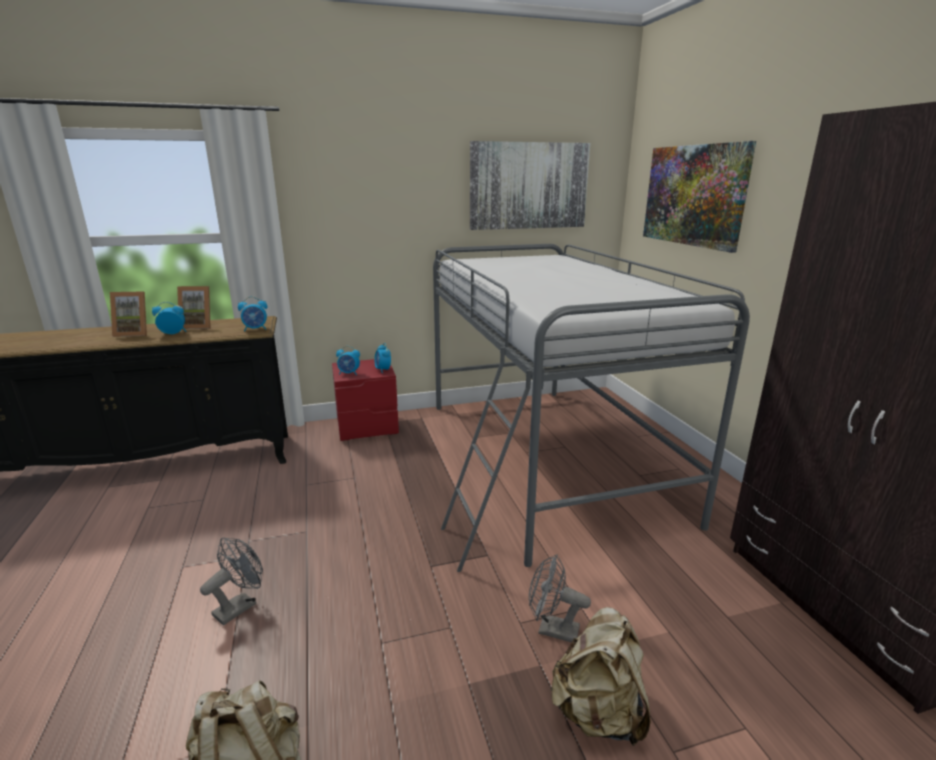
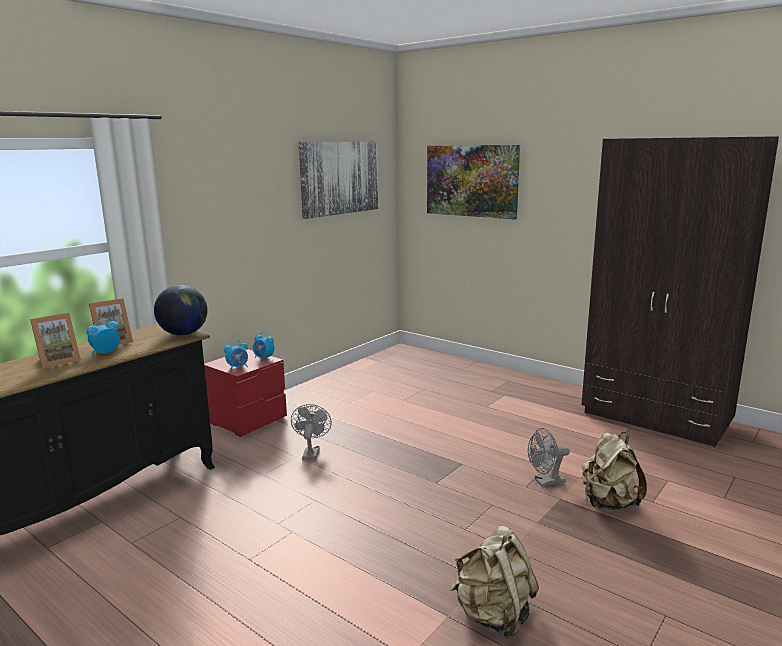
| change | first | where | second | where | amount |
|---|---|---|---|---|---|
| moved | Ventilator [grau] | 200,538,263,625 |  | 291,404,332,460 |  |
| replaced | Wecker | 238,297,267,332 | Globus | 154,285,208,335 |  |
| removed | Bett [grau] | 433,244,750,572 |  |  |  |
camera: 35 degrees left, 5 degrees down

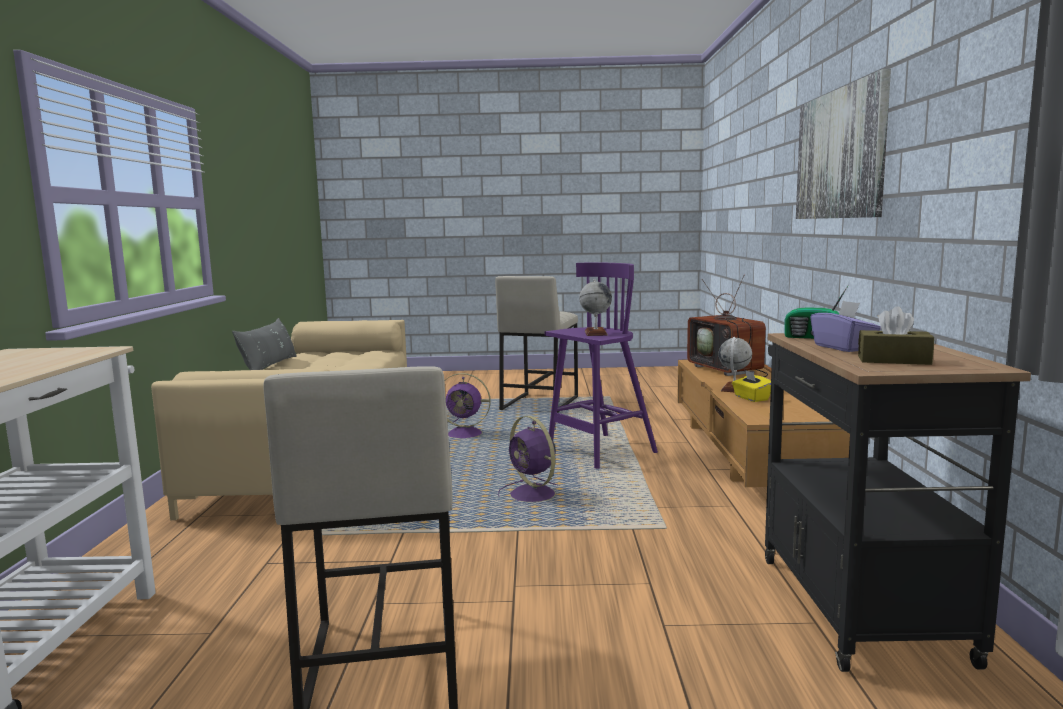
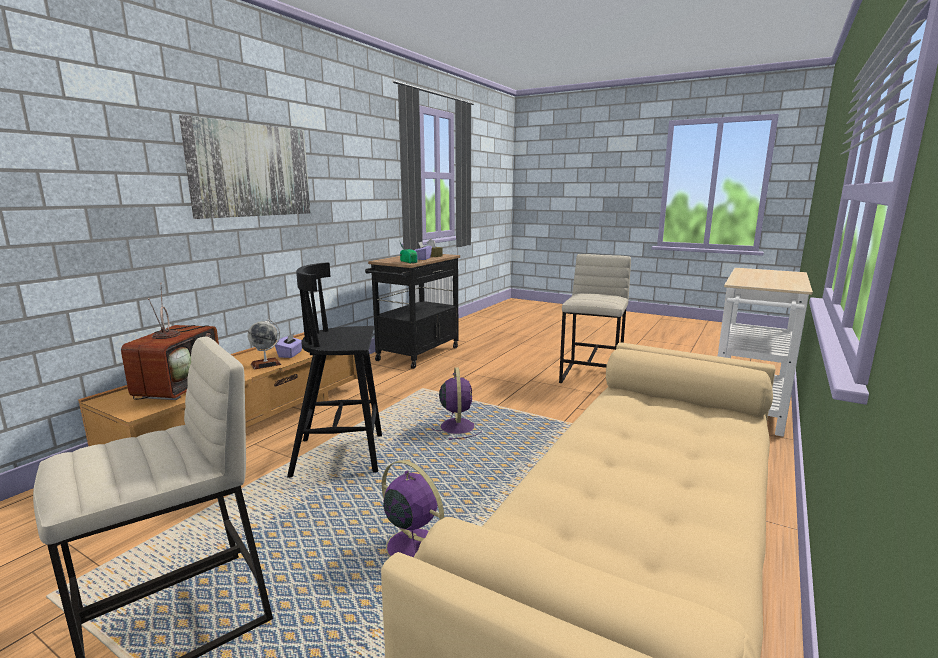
| change | first | where | second | where | amount |
|---|---|---|---|---|---|
| removed | Kissen [grau] | 232,318,297,370 |  |  |  |
| recoloured | Hocker [lila] | 545,263,658,469 | Hocker [schwarz] | 287,263,382,478 |  |
| removed | Globus | 579,279,612,336 |  |  |  |
| recoloured | Taschentuchbox [gelb] | 732,370,771,402 | Taschentuchbox [lila] | 275,333,302,358 |  |
camera: 150 degrees left, 5 degrees up

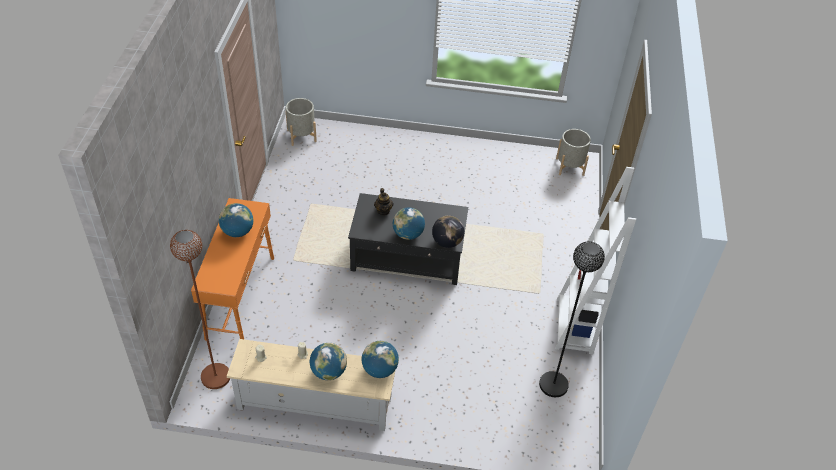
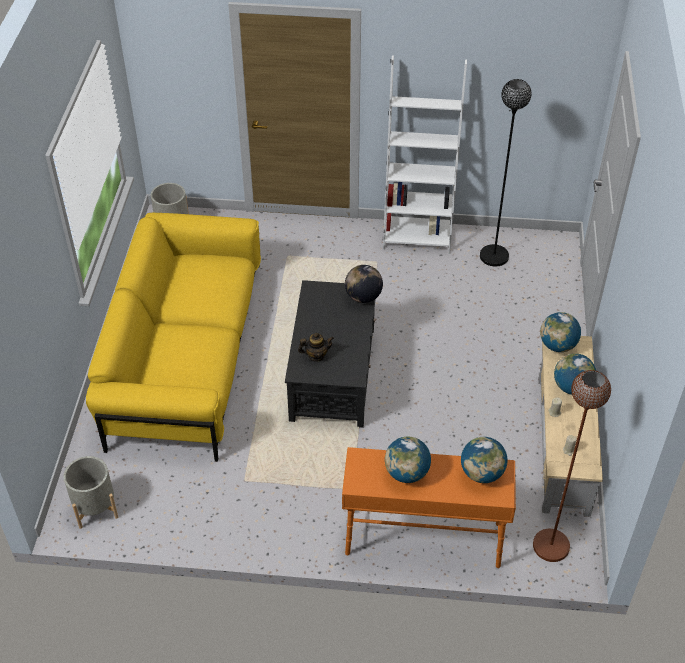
| change | first | where | second | where | amount |
|---|---|---|---|---|---|
| moved | Globus | 393,207,425,240 |  | 461,437,508,483 |  |
| added |  |  | Sofa [gelb] | 86,213,261,462 |  |
camera: 90 degrees left, 0 degrees up

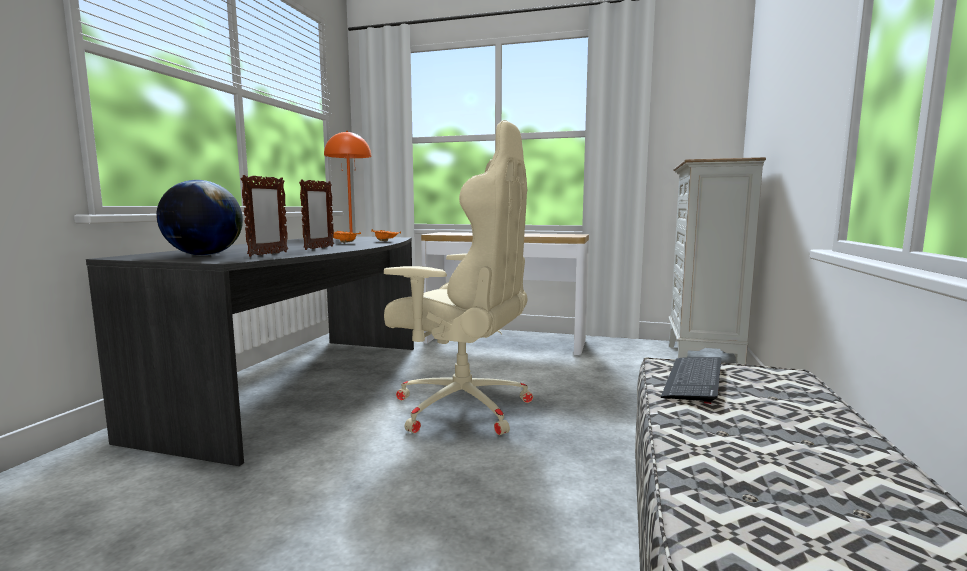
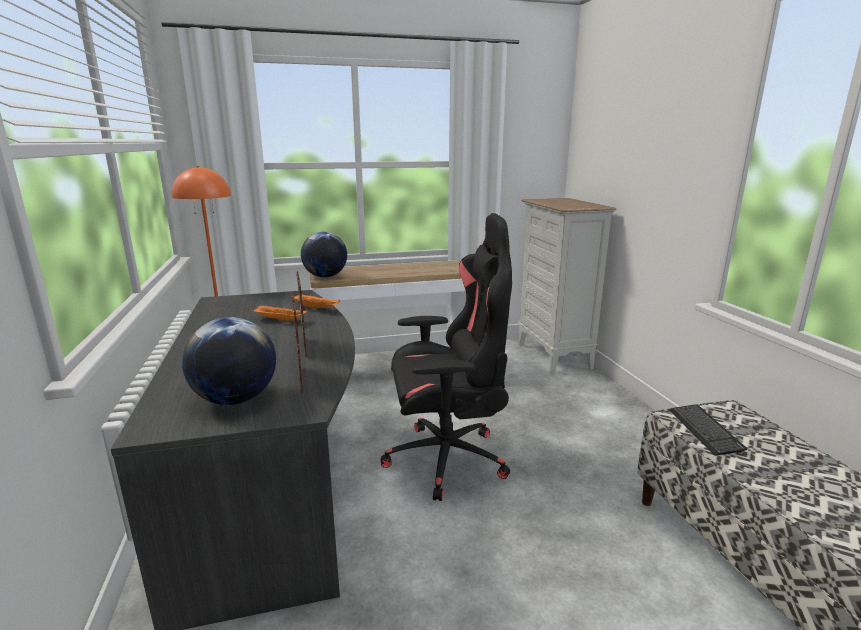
| change | first | where | second | where | amount |
|---|---|---|---|---|---|
| recoloured | Bürostuhl [beige] | 384,120,533,435 | Bürostuhl [schwarz] | 380,213,512,501 |  |
| added |  |  | Globus | 301,232,347,278 |  |
camera: 30 degrees left, 10 degrees up

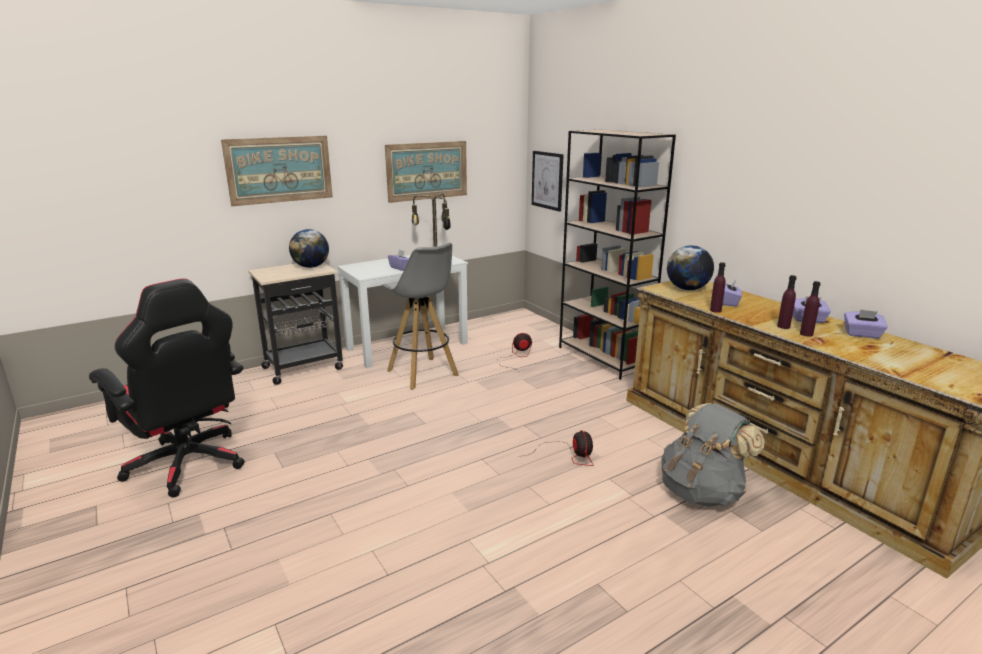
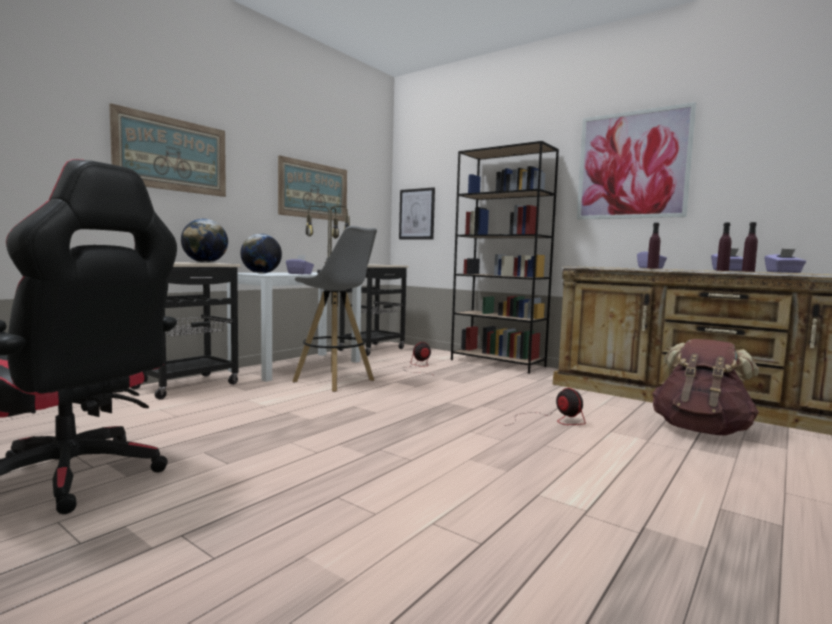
| change | first | where | second | where | amount |
|---|---|---|---|---|---|
| recoloured | Rucksack [grau] | 661,403,765,507 | Rucksack [braun] | 652,339,759,436 |  |
| moved | Globus | 667,245,714,290 |  | 241,234,282,273 |  |
| added |  |  | Rollwagen | 338,264,408,356 |  |
| added |  |  | Bild | 577,102,696,220 |  |
camera: 20 degrees left, 15 degrees down

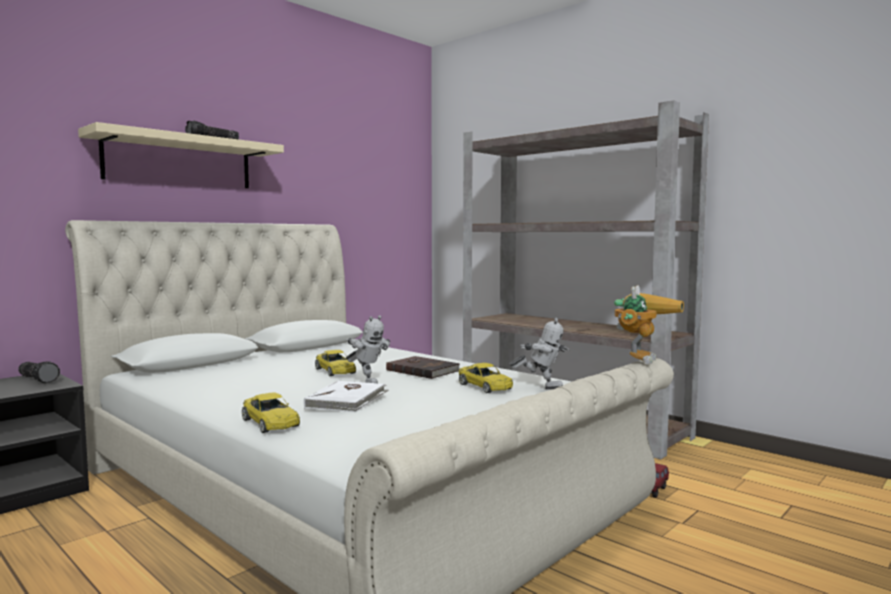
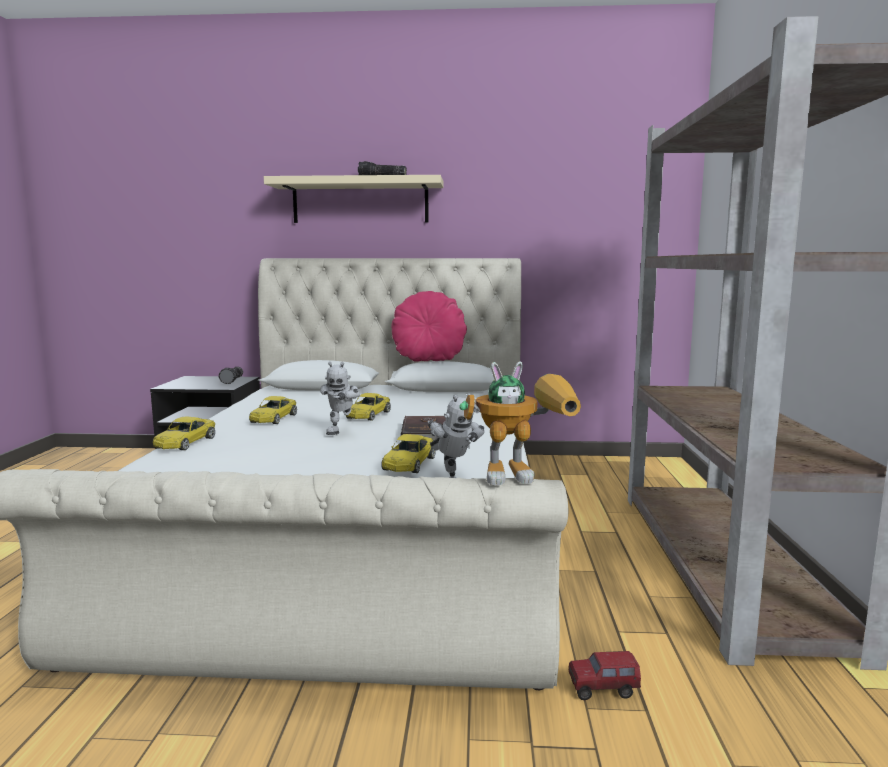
| change | first | where | second | where | amount |
|---|---|---|---|---|---|
| removed | Buch [weiß] | 303,381,389,412 |  |  |  |
| added |  |  | Spielzeugauto [gelb] | 249,396,297,424 |  |
| added |  |  | Kissen [rosa] | 391,291,467,362 |  |
camera: 50 degrees right, 5 degrees up

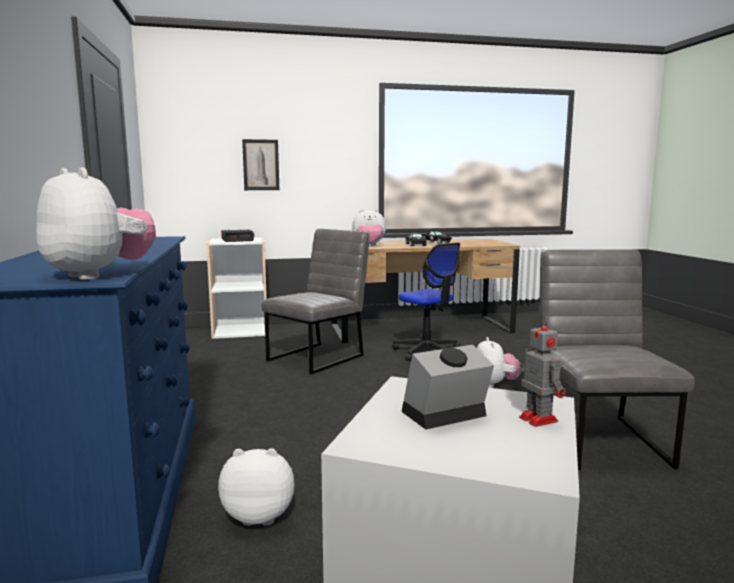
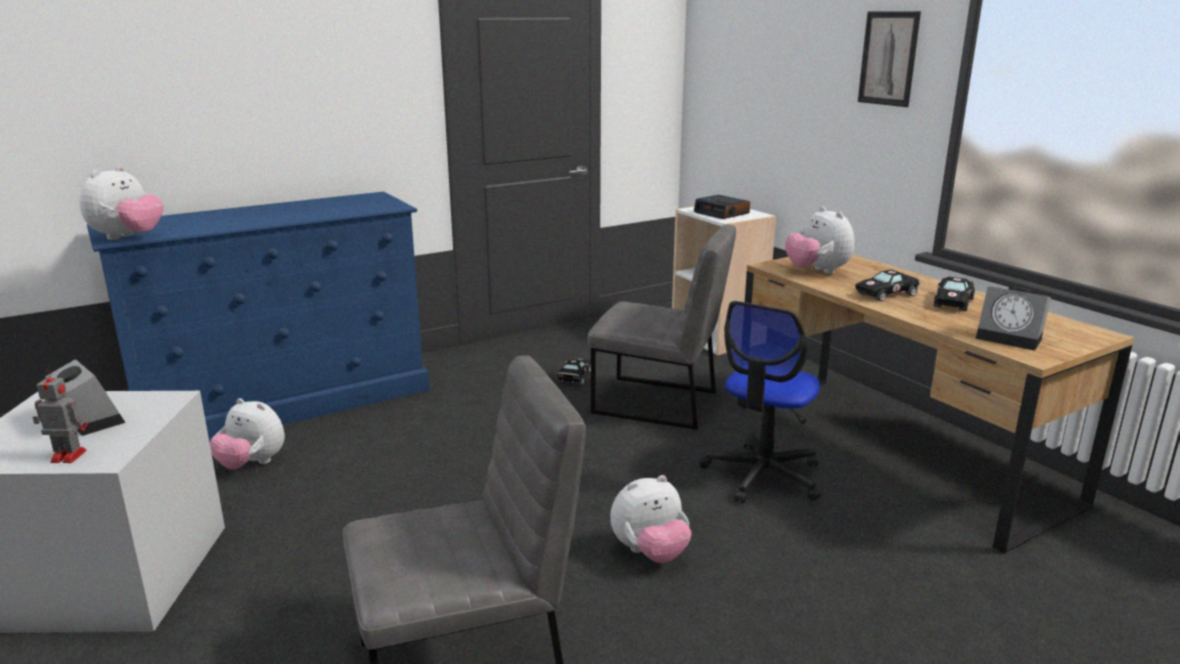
| change | first | where | second | where | amount |
|---|---|---|---|---|---|
| turned | Plüschtier | 218,448,295,526 |  | 210,398,285,470 | 135 degrees clockwise |
| moved | Bild | 242,139,279,190 |  | 858,11,921,107 |  |
| turned | Spielzeugroboter | 519,317,566,427 |  | 32,370,87,463 | 135 degrees counterclockwise |
| added |  |  | Spielzeugauto [schwarz] | 557,358,591,385 |  |
| added |  |  | Wecker | 976,286,1051,350 |  |
camera: 70 degrees right, 10 degrees up

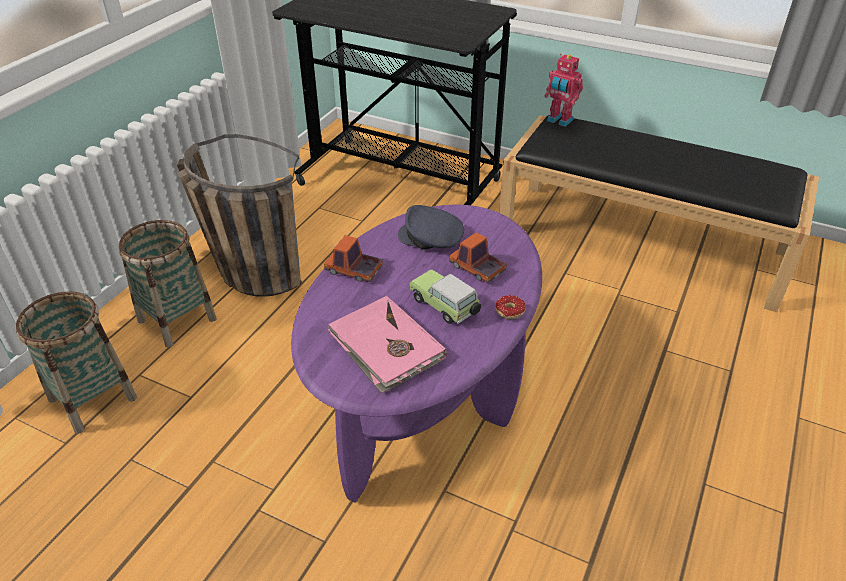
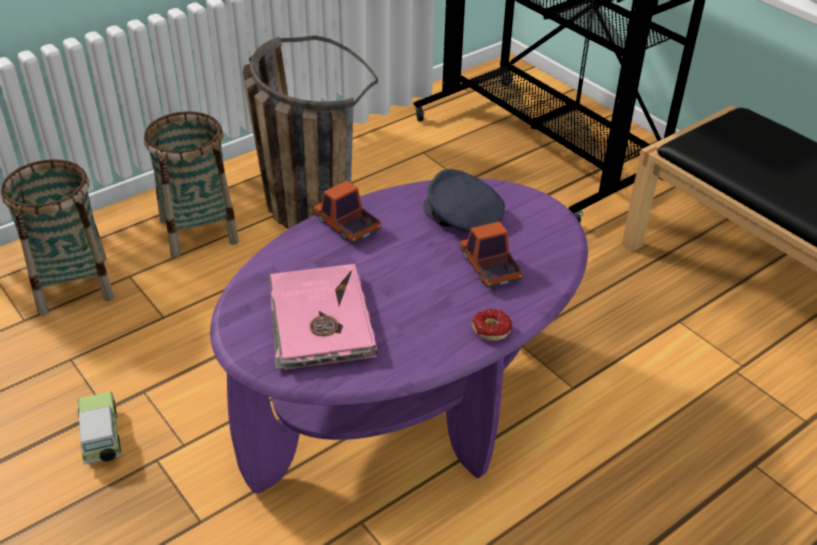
| change | first | where | second | where | amount |
|---|---|---|---|---|---|
| moved | Spielzeugauto | 410,269,481,324 |  | 76,392,121,464 |  |
| removed | Spielzeugroboter | 544,54,583,127 |  |  |  |
camera: 25 degrees right, 0 degrees up

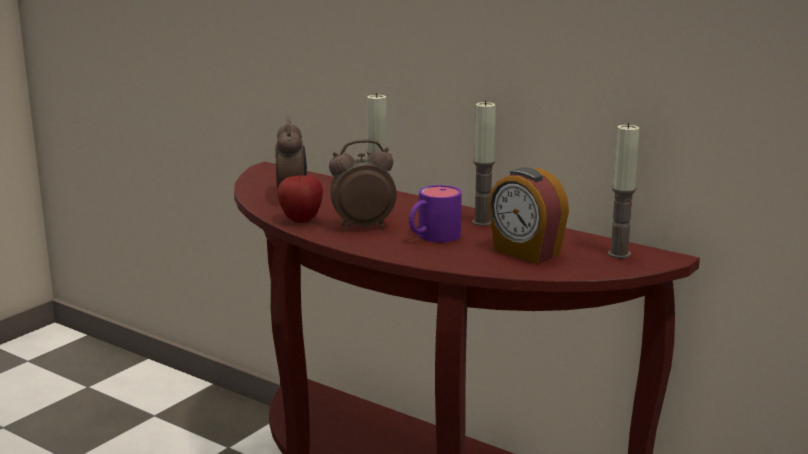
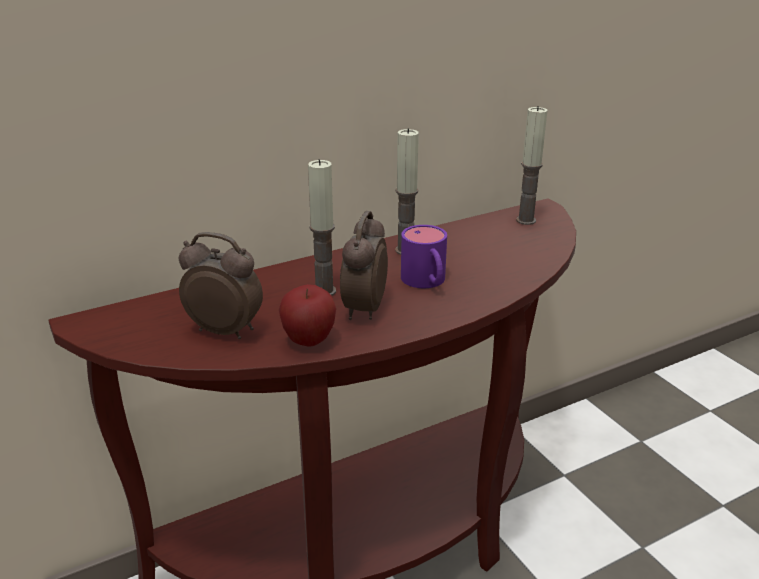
| change | first | where | second | where | amount |
|---|---|---|---|---|---|
| removed | Wecker | 488,167,569,264 |  |  |  |
camera: 65 degrees left, 10 degrees up

